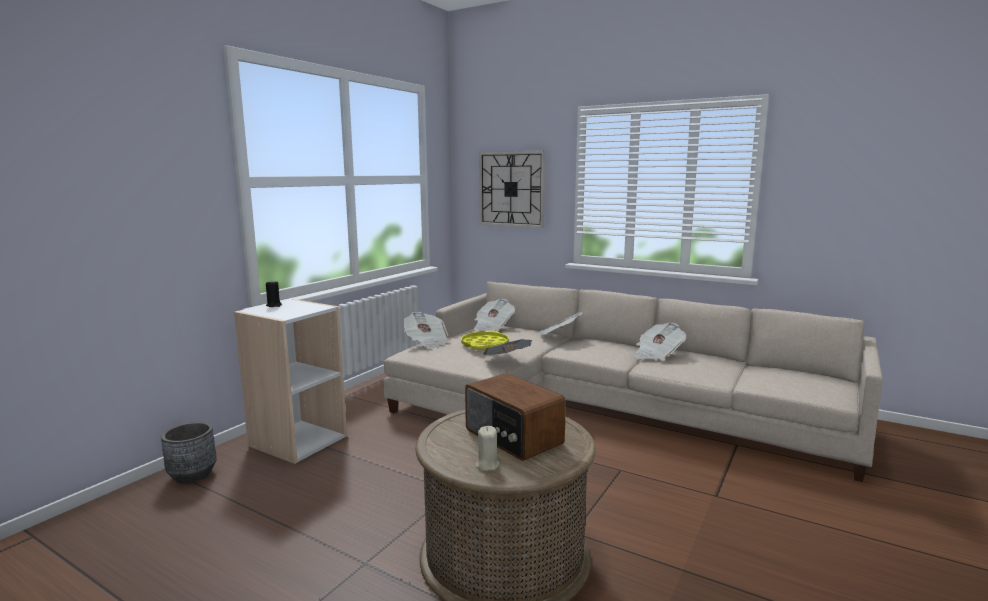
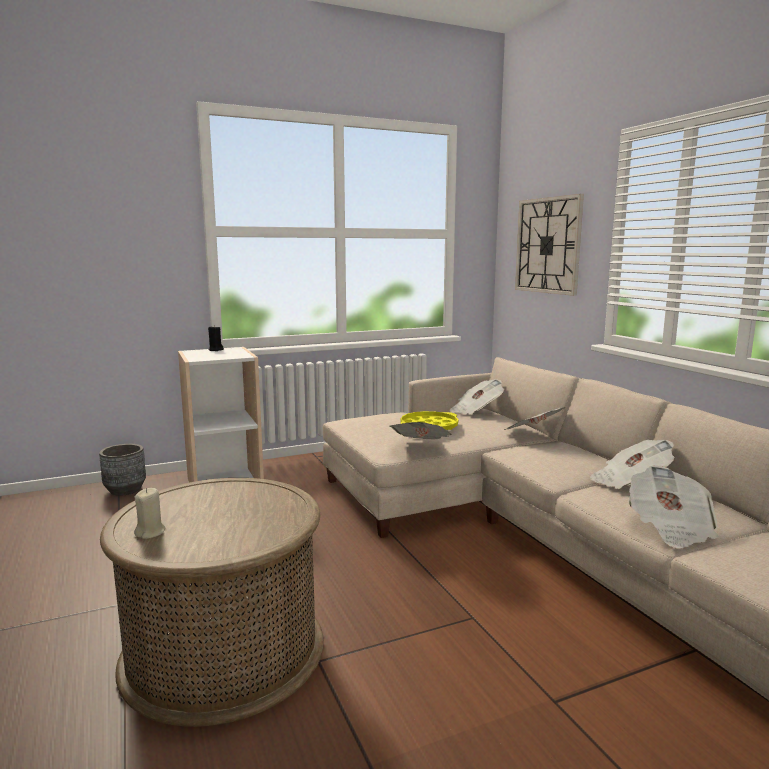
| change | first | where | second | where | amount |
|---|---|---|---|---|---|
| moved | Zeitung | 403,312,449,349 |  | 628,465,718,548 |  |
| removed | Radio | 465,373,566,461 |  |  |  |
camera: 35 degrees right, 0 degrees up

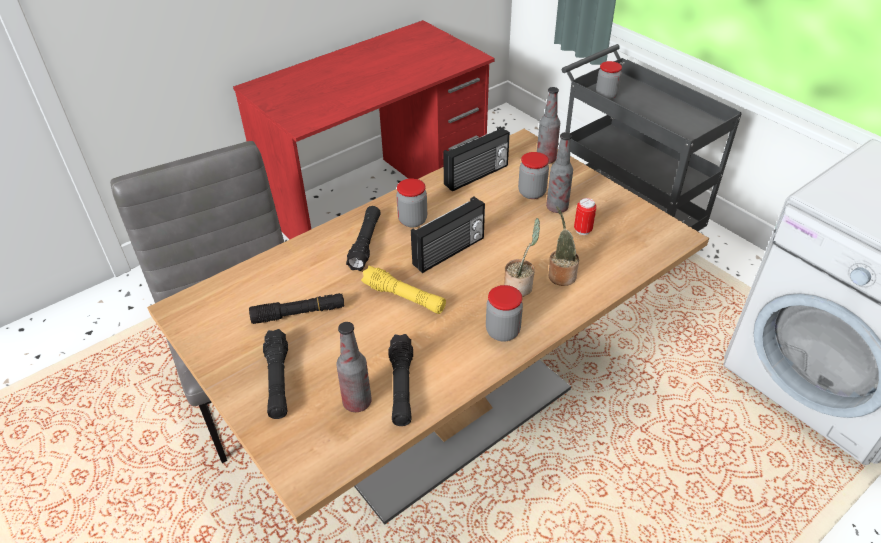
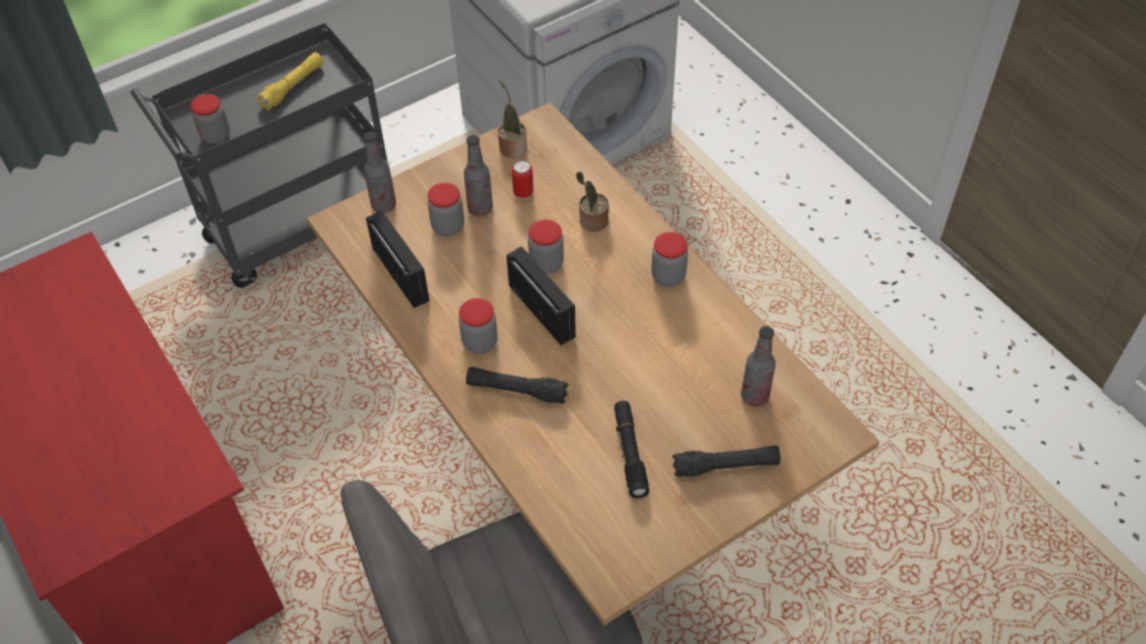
| change | first | where | second | where | amount |
|---|---|---|---|---|---|
| moved | Taschenlampe [gelb] | 361,266,446,314 |  | 257,52,324,110 |  |
| removed | Taschenlampe [schwarz] | 389,334,413,426 |  |  |  |
| moved | Topfpflanze | 504,218,540,297 |  | 497,80,527,158 |  |
| added |  |  | Vorratsglas | 528,220,564,274 |  |
camera: 85 degrees left, 10 degrees up

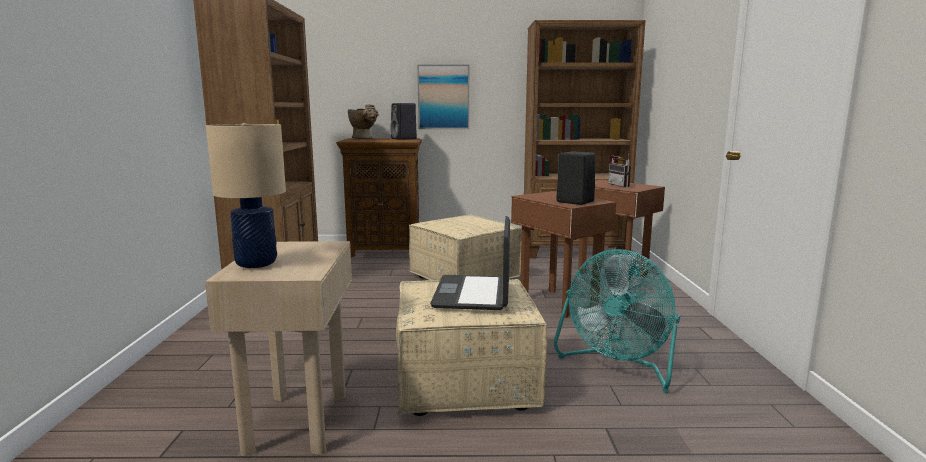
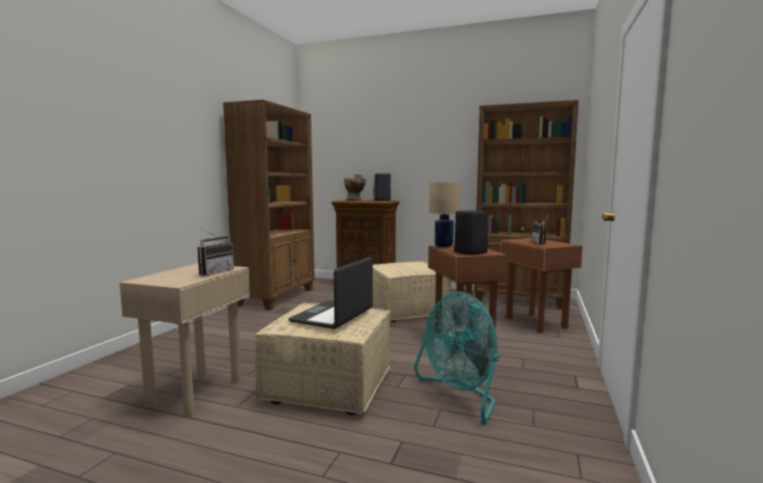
| change | first | where | second | where | amount |
|---|---|---|---|---|---|
| moved | Tischlampe [beige] | 206,123,286,268 |  | 429,181,461,247 |  |
| removed | Bild | 417,64,469,129 |  |  |  |
| added |  |  | Radio | 198,228,234,276 |  |
camera: 20 degrees right, 5 degrees down

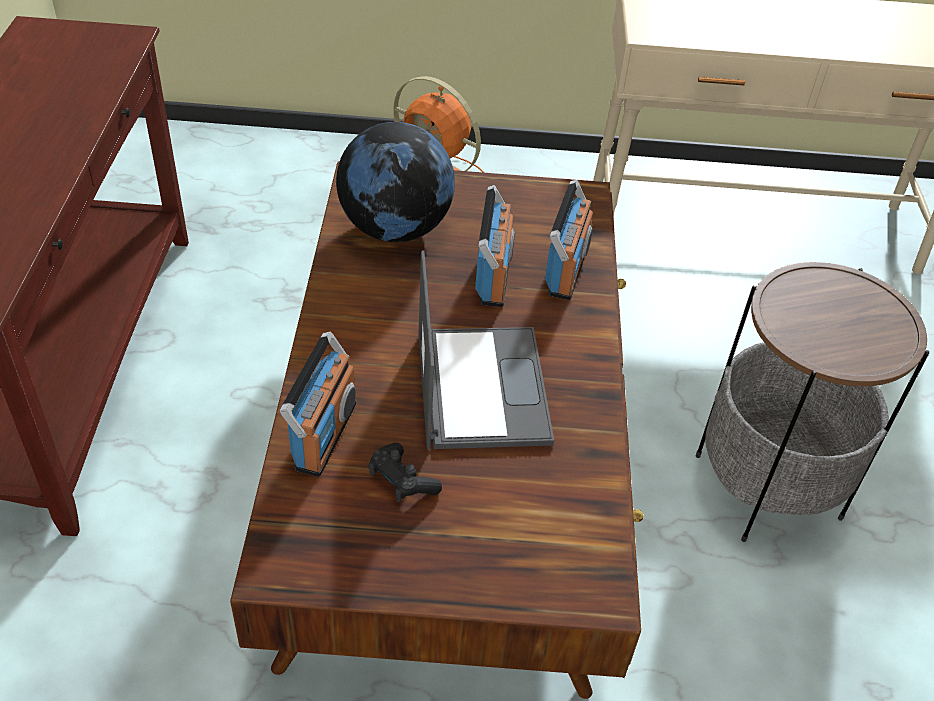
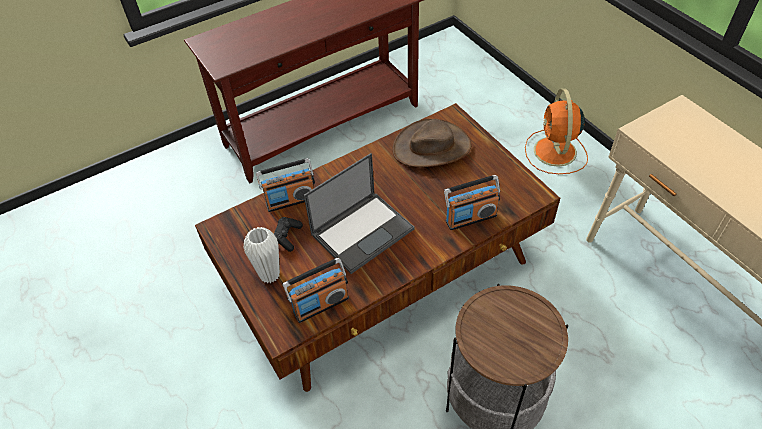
| change | first | where | second | where | amount |
|---|---|---|---|---|---|
| replaced | Globus | 336,122,455,242 | Hut [braun] | 392,119,471,168 |  |
| moved | Radio | 475,185,515,307 |  | 283,258,349,323 |  |
| added |  |  | Vase [weiß] | 244,227,280,283 |  |
camera: 60 degrees right, 5 degrees up

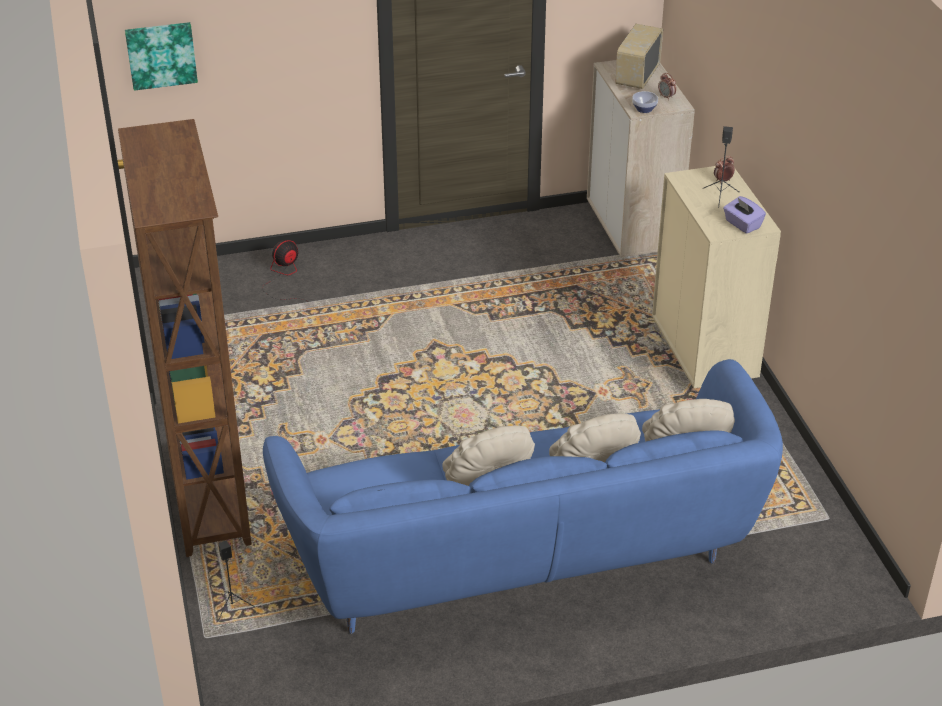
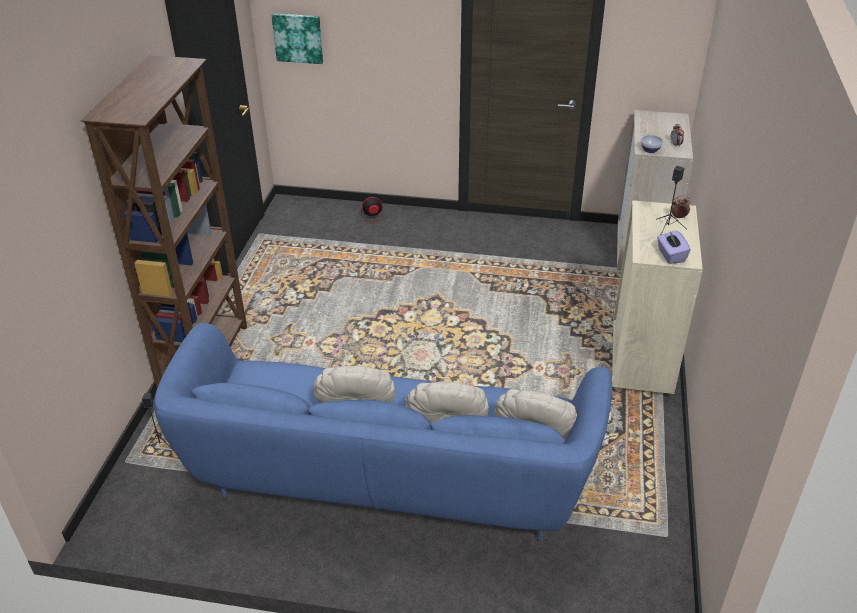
| change | first | where | second | where | amount |
|---|---|---|---|---|---|
| removed | Radio | 615,24,663,89 |  |  |  |
camera: 25 degrees right, 0 degrees up

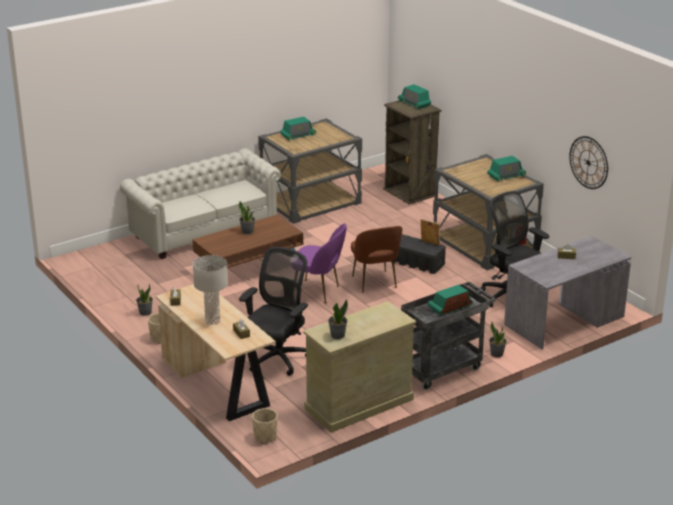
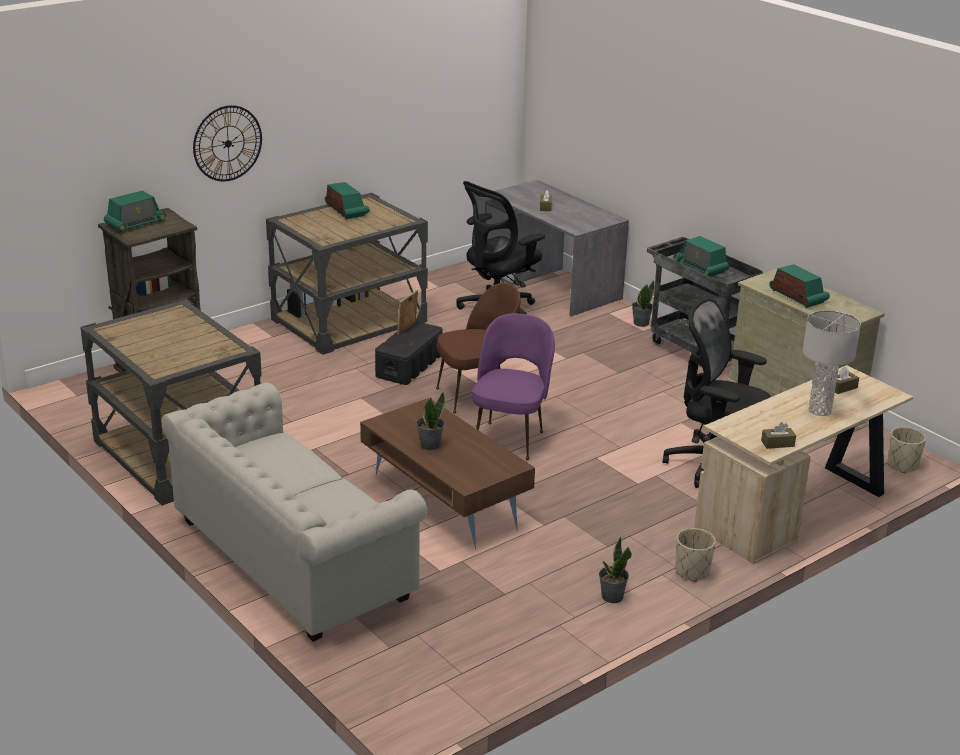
| change | first | where | second | where | amount |
|---|---|---|---|---|---|
| moved | Radio | 280,117,316,141 |  | 769,264,830,308 |  |
| removed | Topfpflanze | 328,300,348,339 |  |  |  |
| moved | Wanduhr | 569,136,608,189 |  | 193,105,262,181 |  |
camera: 95 degrees left, 0 degrees up

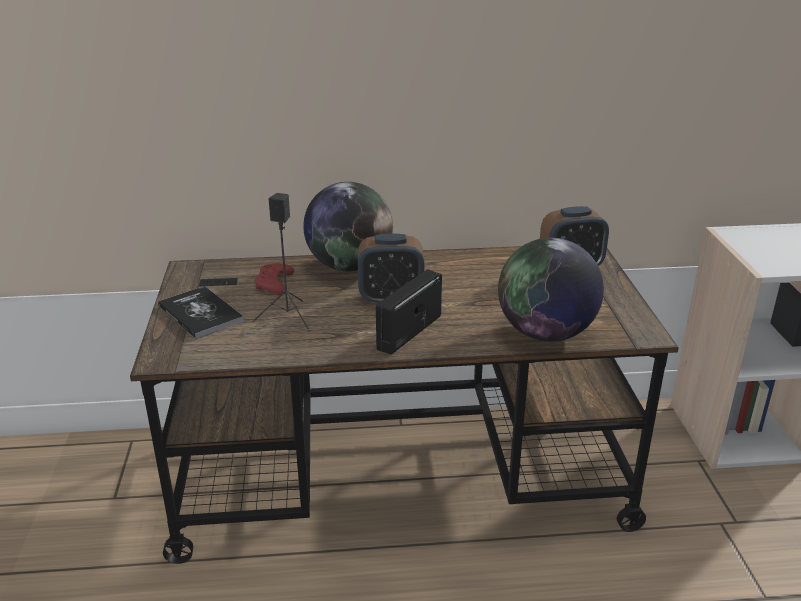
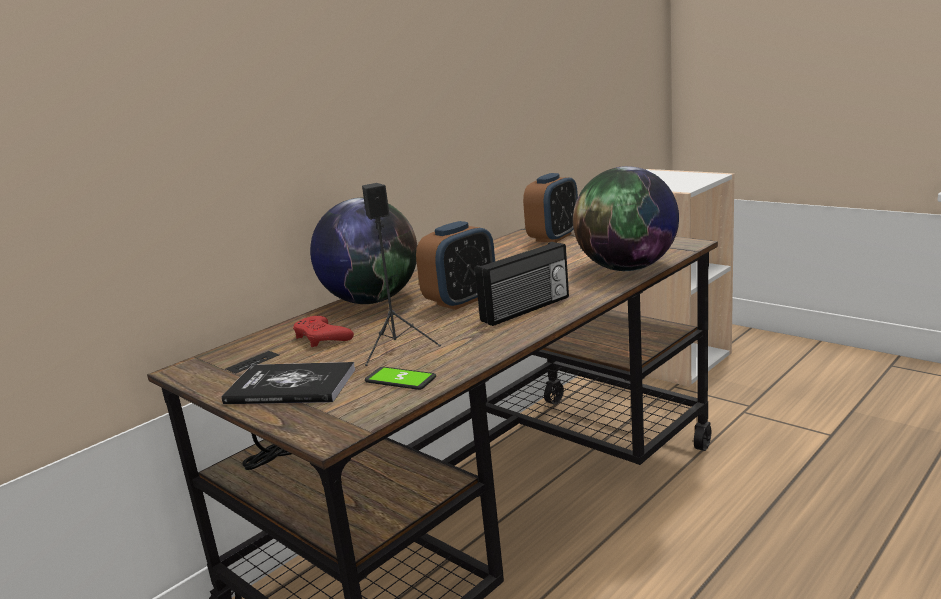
| change | first | where | second | where | amount |
|---|---|---|---|---|---|
| turned | Radio | 376,269,442,355 |  | 475,242,569,326 | 120 degrees counterclockwise |
| added |  |  | Handy | 365,367,436,390 |  |
camera: 40 degrees left, 10 degrees down

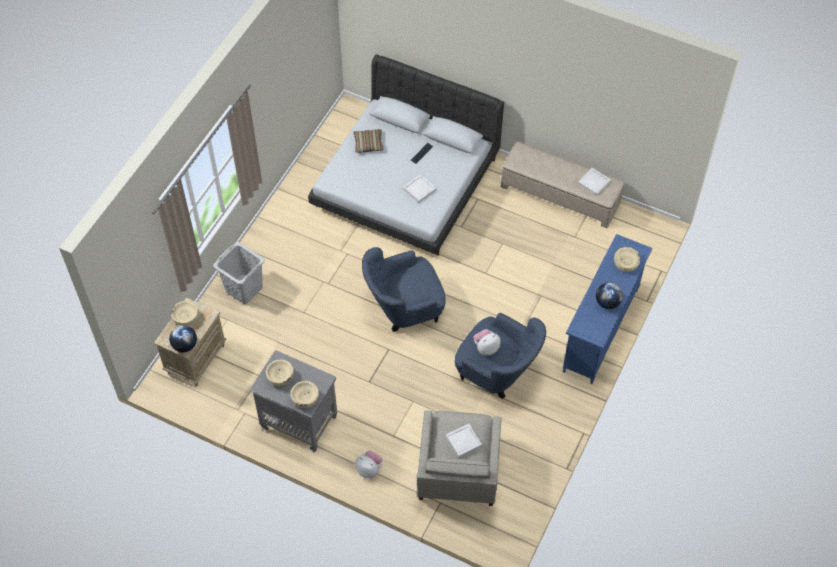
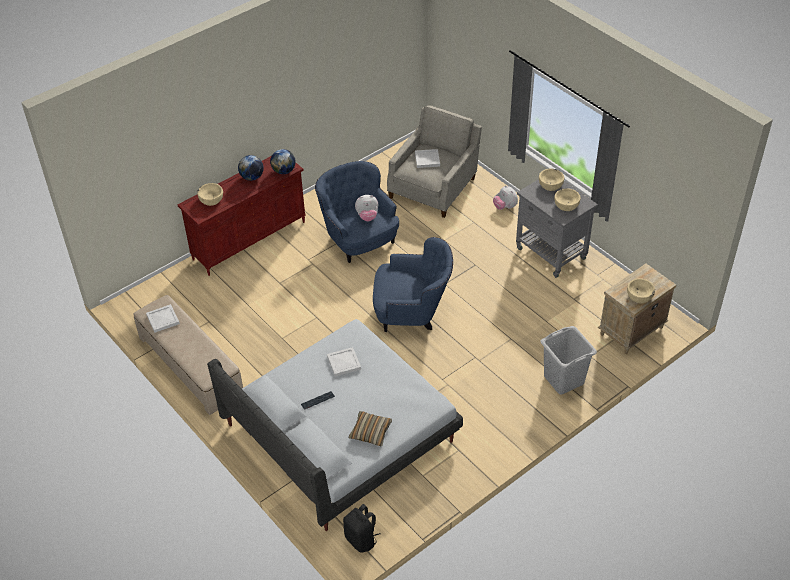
| change | first | where | second | where | amount |
|---|---|---|---|---|---|
| moved | Globus | 169,325,197,352 |  | 270,149,296,174 |  |
| recoloured | Kommode [blau] | 563,234,652,384 | Kommode [rot] | 178,156,306,276 |  |
| added |  |  | Rucksack [schwarz] | 343,504,380,553 |  |
camera: 155 degrees left, 10 degrees down

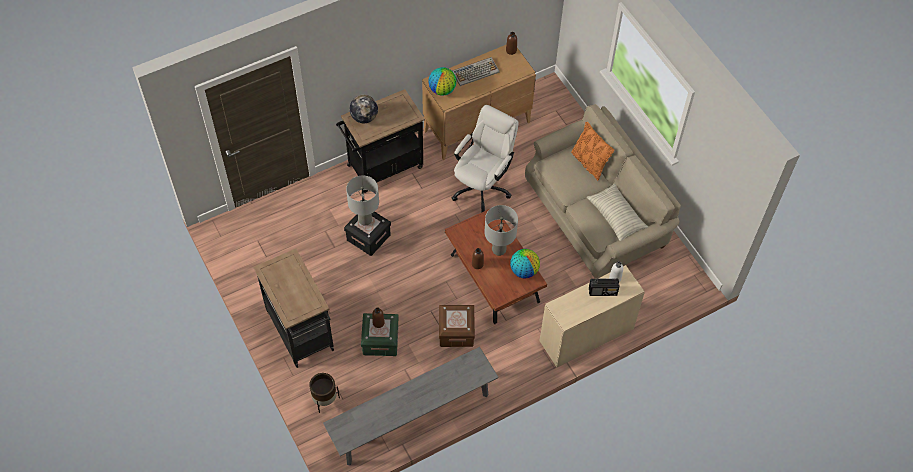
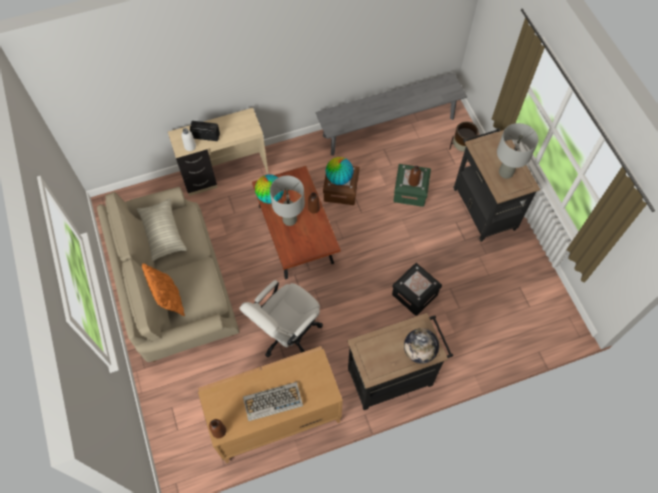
| change | first | where | second | where | amount |
|---|---|---|---|---|---|
| moved | Tischlampe [grau] | 346,176,379,225 |  | 497,123,538,179 |  |
| moved | Globus | 428,67,457,96 |  | 326,157,354,185 |  |
camera: 170 degrees left, 5 degrees up

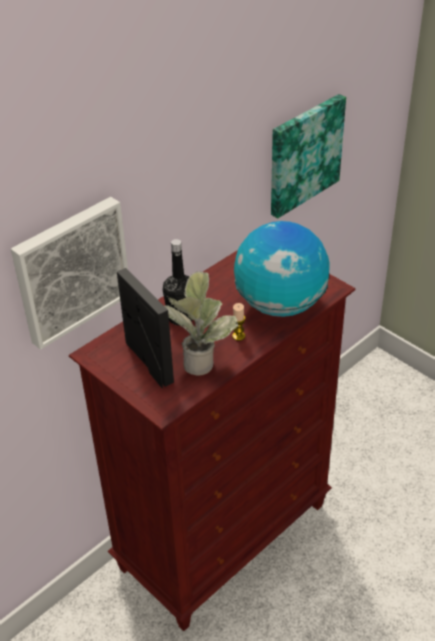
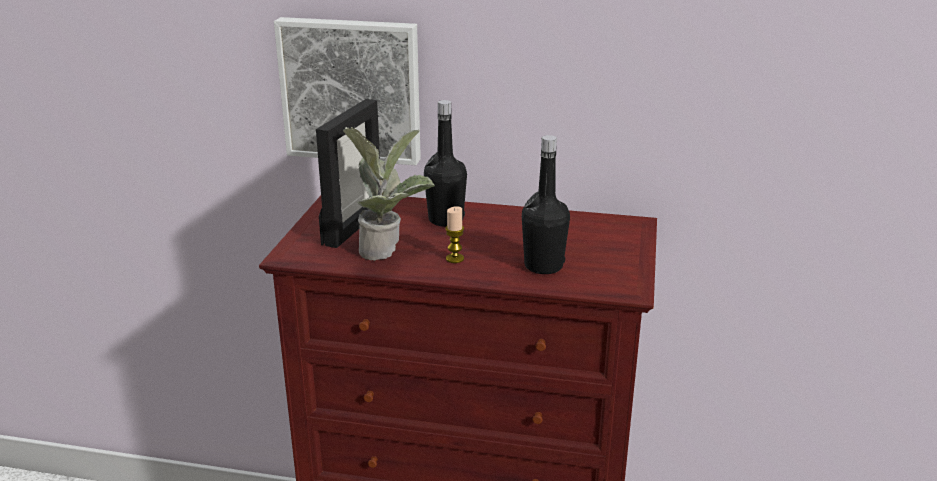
| change | first | where | second | where | amount |
|---|---|---|---|---|---|
| replaced | Globus | 234,221,330,317 | Flasche [schwarz] | 522,135,570,274 |  |
| removed | Bild | 271,94,346,218 |  |  |  |
camera: 55 degrees right, 15 degrees down

